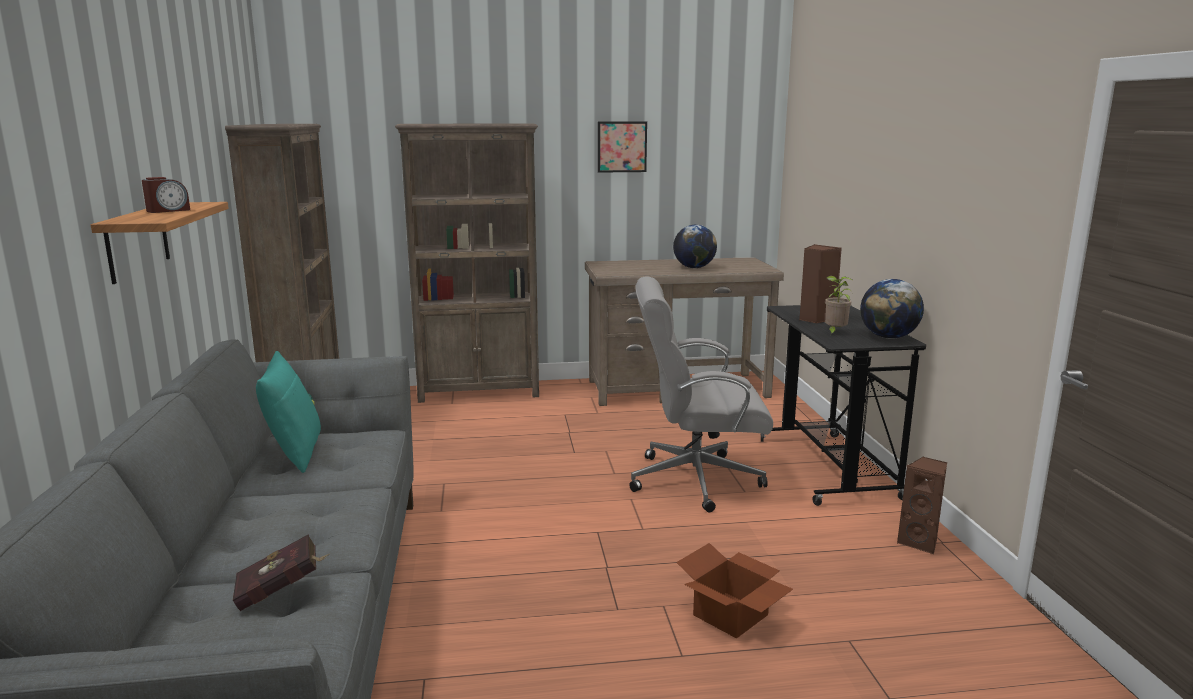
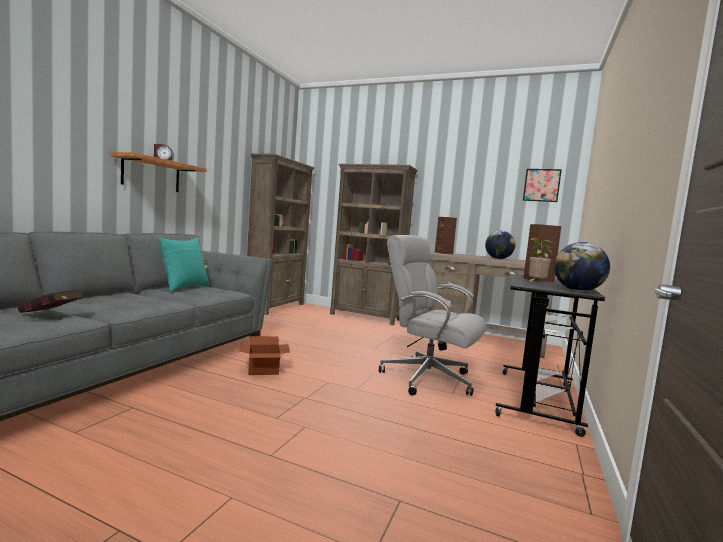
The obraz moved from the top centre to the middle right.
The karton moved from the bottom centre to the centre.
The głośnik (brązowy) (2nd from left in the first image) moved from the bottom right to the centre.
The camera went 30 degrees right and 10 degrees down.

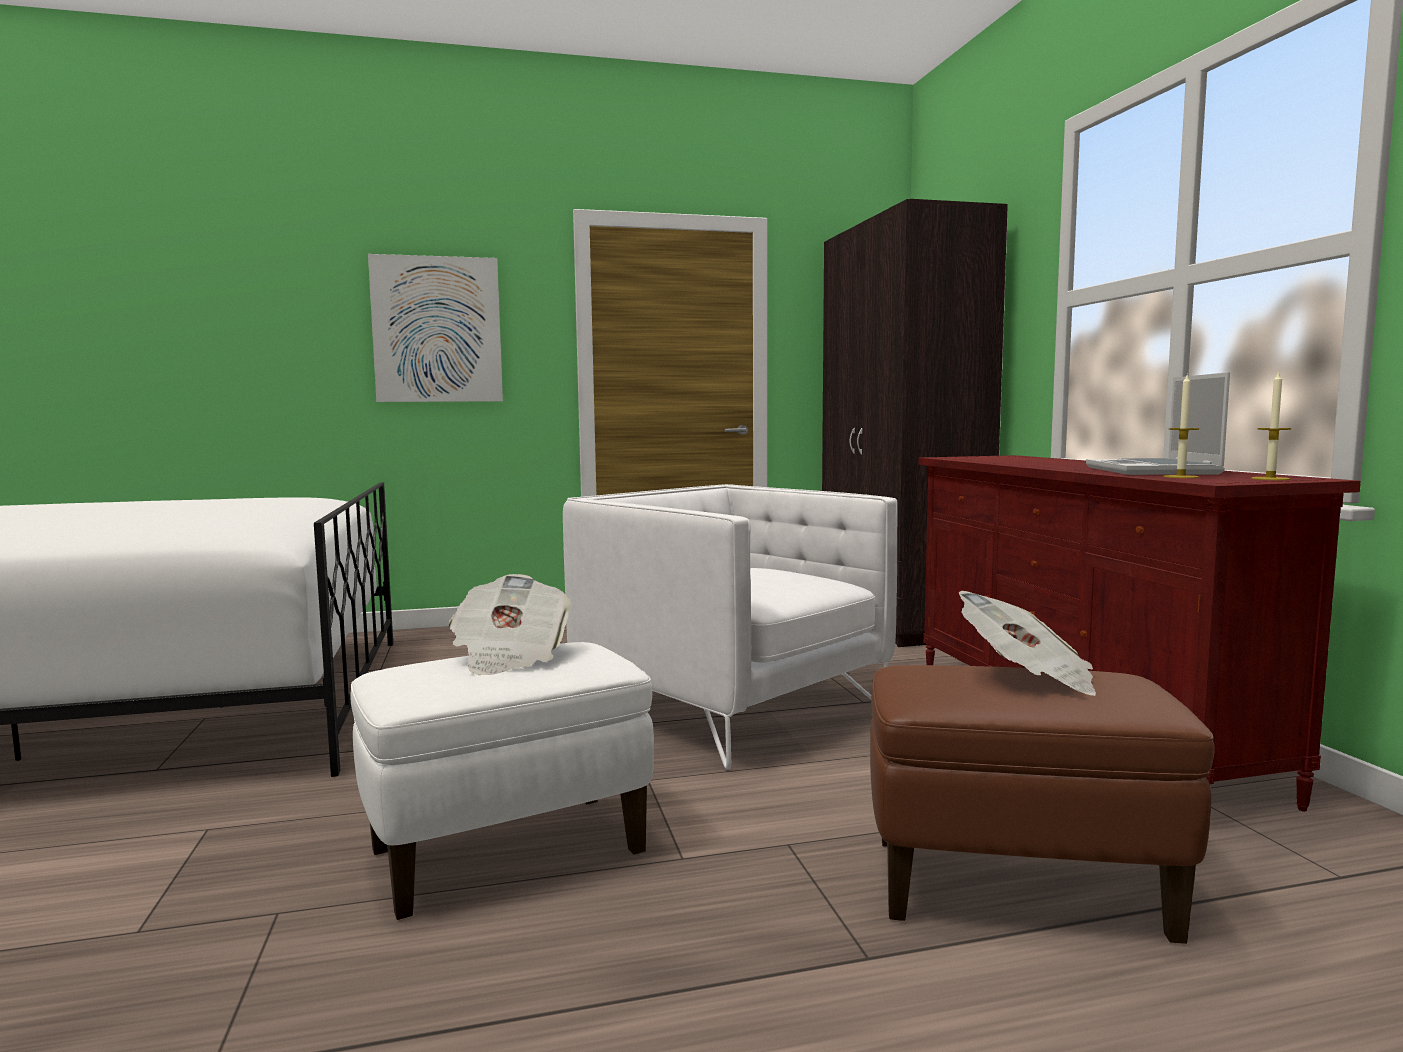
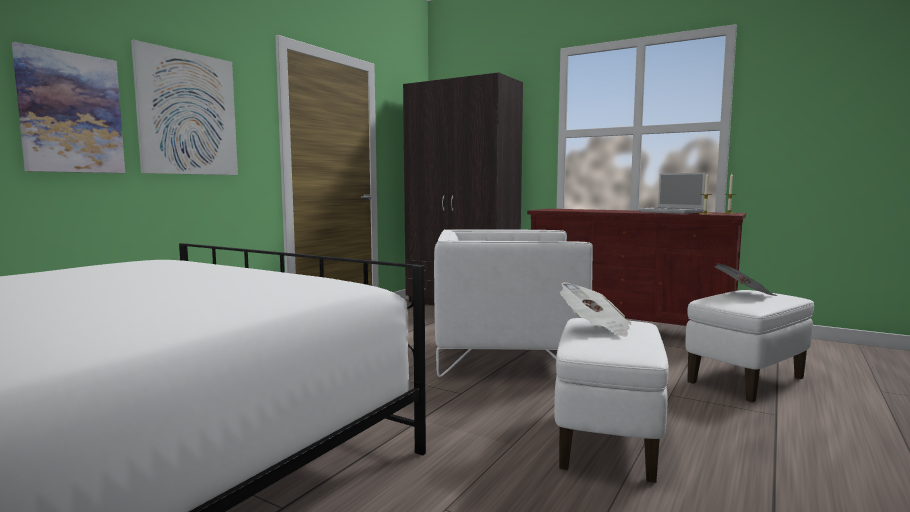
The pufa (brązowy) at the bottom right became the pufa (biały) (2nd from left) at the bottom right.
The obraz (1st from left) at the top left appeared.
The camera went 45 degrees left and 0 degrees up.

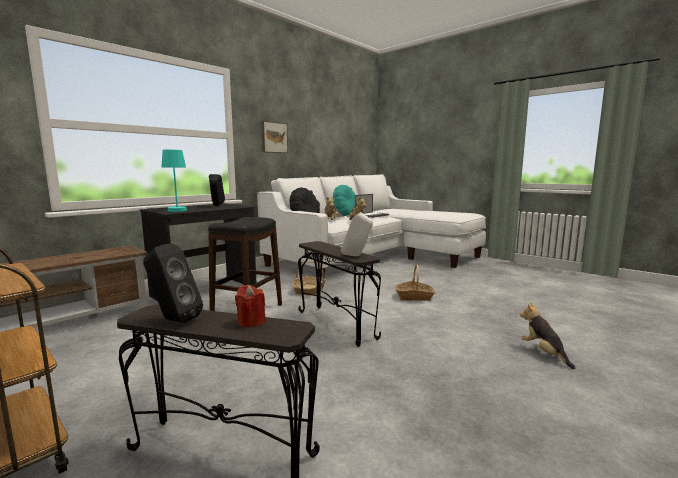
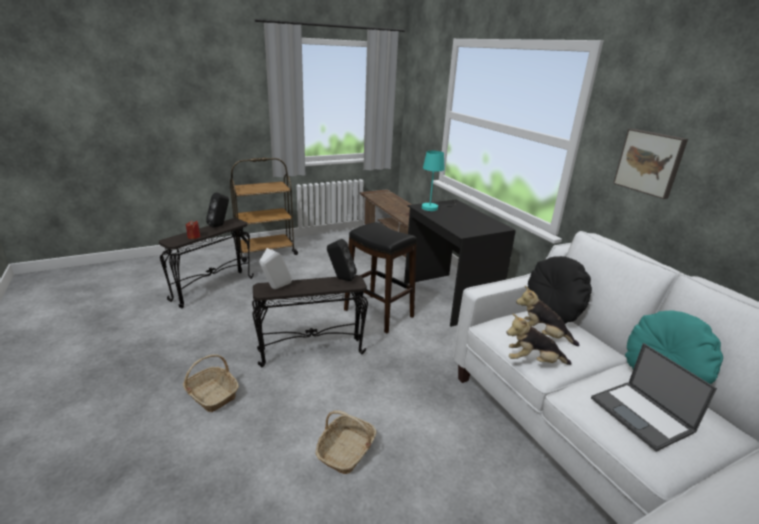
The głośnik (czarny) (2nd from left) moved from the middle left to the centre.
The koszyk (1st from left) moved from the centre to the bottom left.
The pluszak (3rd from left) at the bottom right disappeared.
The camera went 110 degrees right and 15 degrees up.

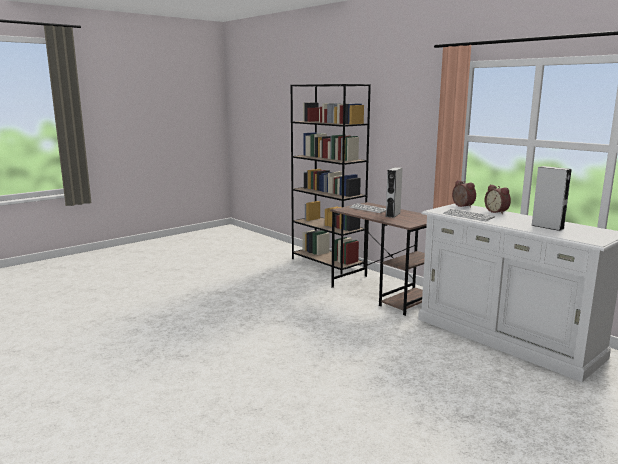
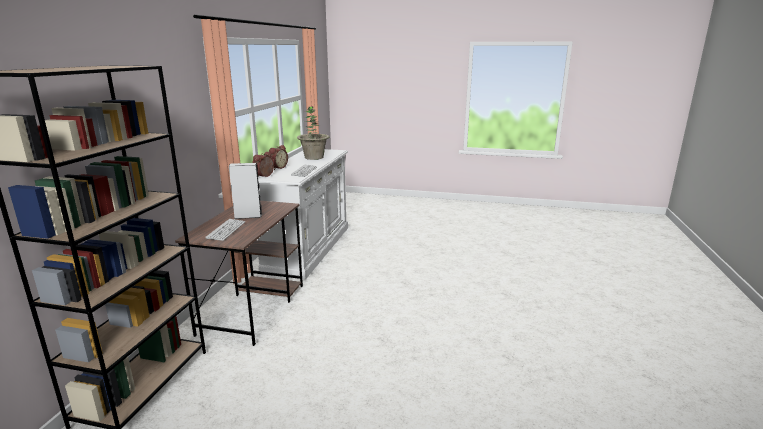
The głośnik (szary) (2nd from left) at the middle right was replaced by the roślina doniczkowa at the top centre.
The camera went 125 degrees left and 5 degrees up.

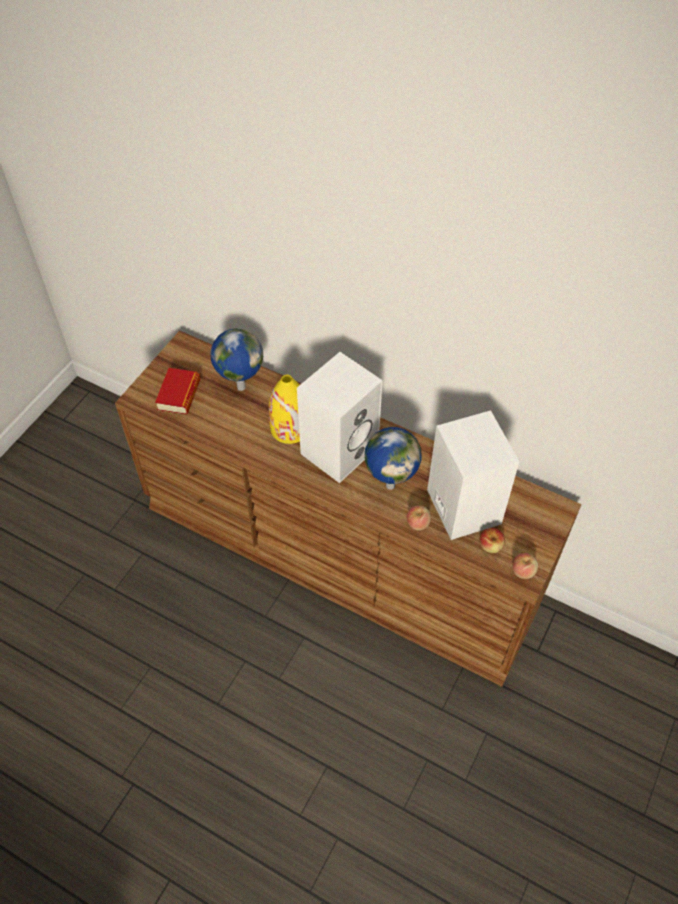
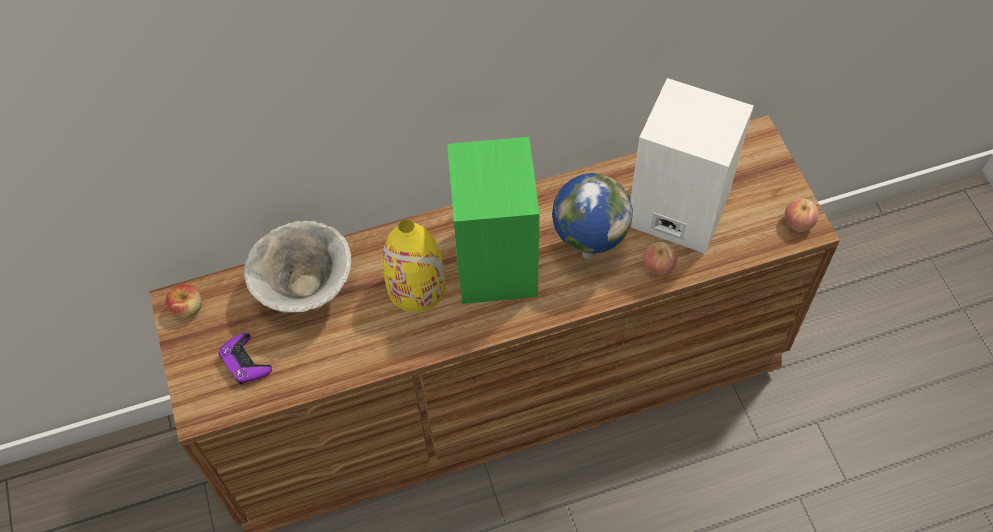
The książka at the middle left was replaced by the pad do gier (fioletowy) at the bottom left.
The globus (1st from left) at the centre was replaced by the miska at the middle left.
The głośnik (biały) (1st from left) at the centre became the głośnik (zielony) at the centre.
The jabłko (2nd from left in the first image) moved from the middle right to the middle left.
The camera went 45 degrees left and 5 degrees up.

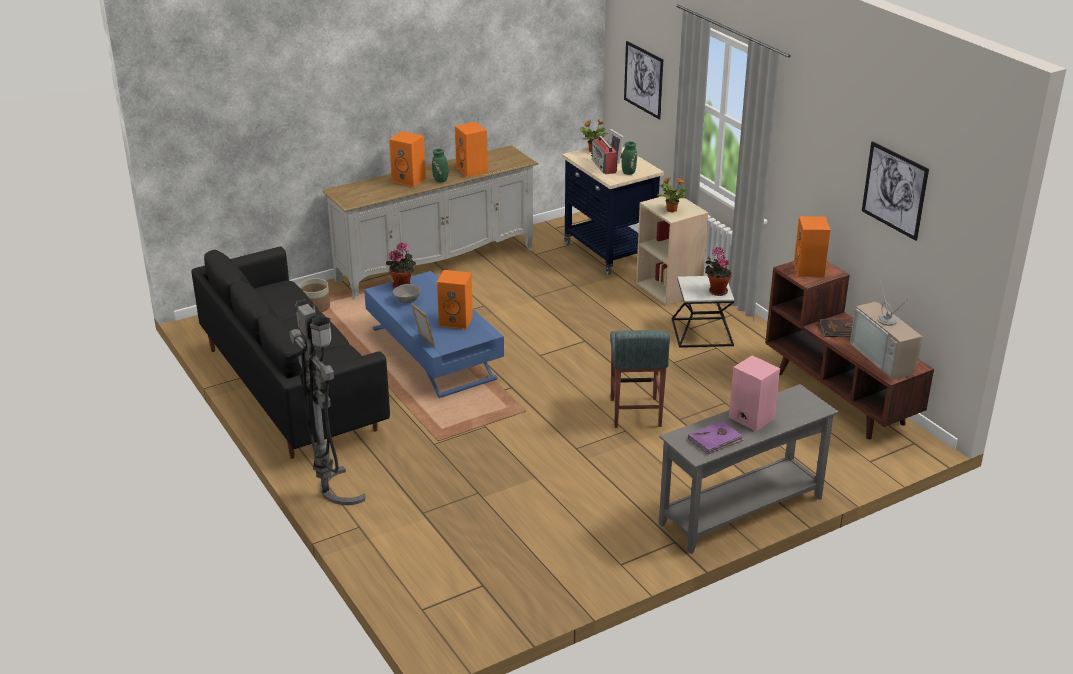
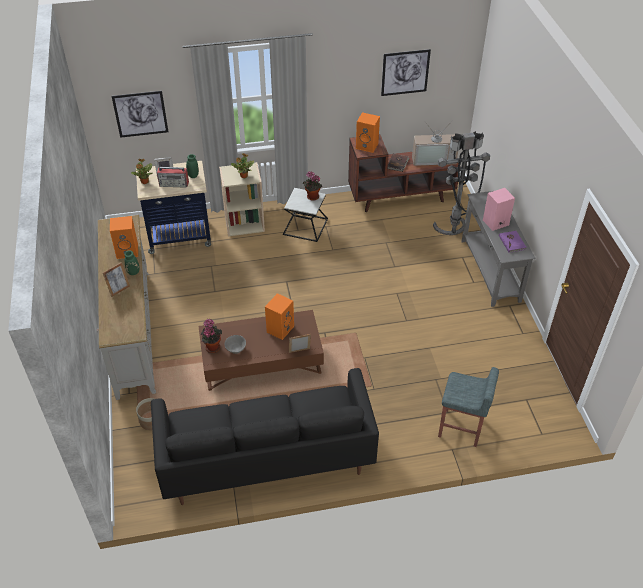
The lampa stojąca (szary) moved from the middle left to the top right.
The ława (niebieski) at the centre became the ława (brązowy) at the centre.
The głośnik (pomarańczowy) (1st from left) at the top centre was replaced by the ramka na zdjęcie (1st from left) at the middle left.
The stołek (szary) moved from the centre to the bottom right.
The camera went 70 degrees left and 15 degrees up.

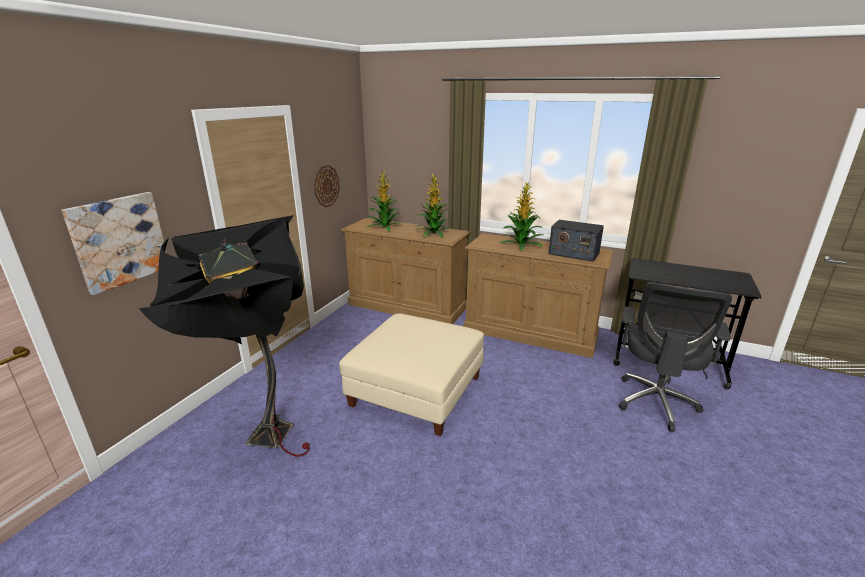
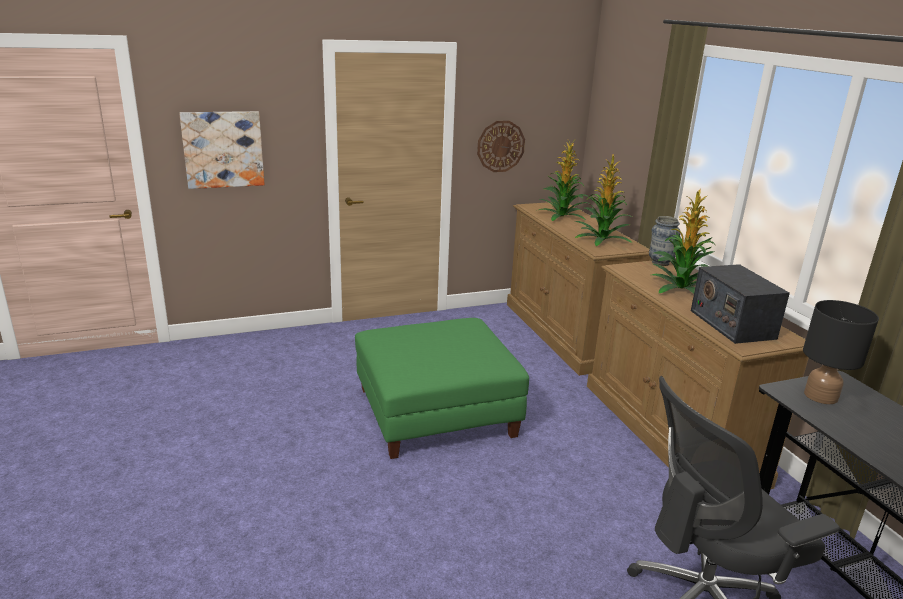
The lampa stojąca (czarny) at the middle left disappeared.
The pufa (beżowy) at the centre became the pufa (zielony) at the centre.
The wazon at the middle right appeared.
The lampa stołowa (czarny) at the middle right appeared.
The camera went 45 degrees right and 0 degrees up.

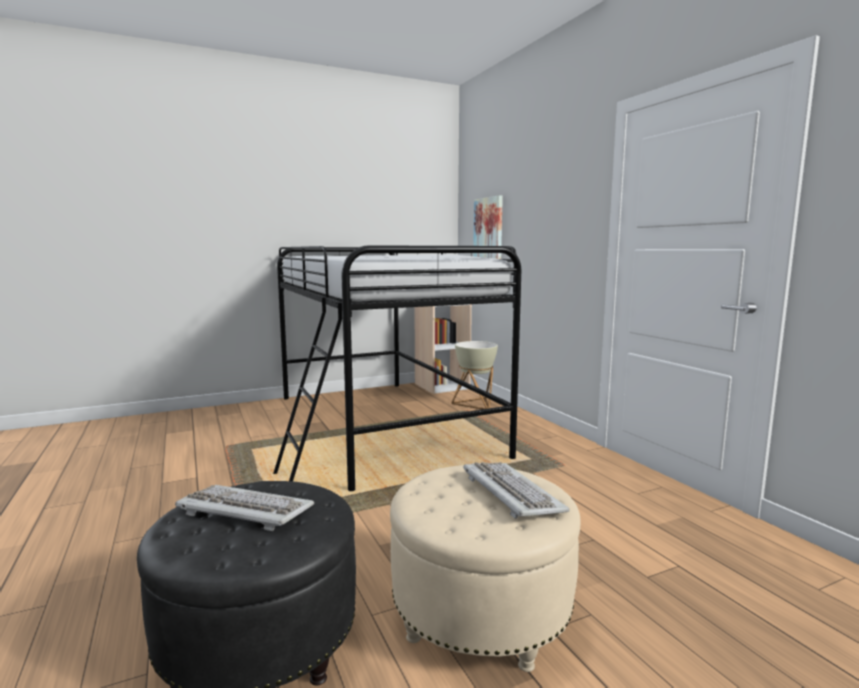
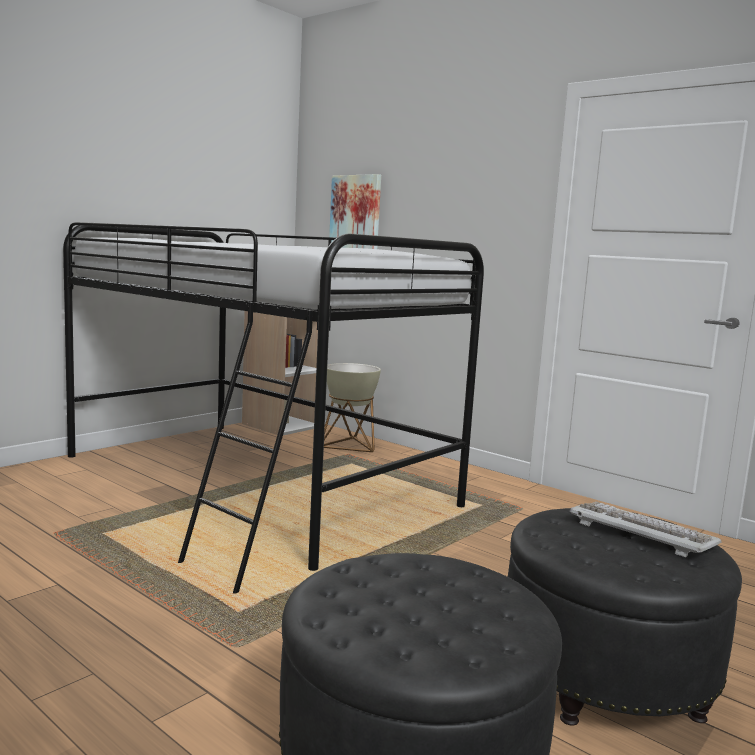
The klawiatura (1st from left) at the bottom left disappeared.
The pufa (beżowy) at the bottom centre became the pufa (czarny) (2nd from left) at the bottom right.
The camera went 25 degrees left and 0 degrees up.

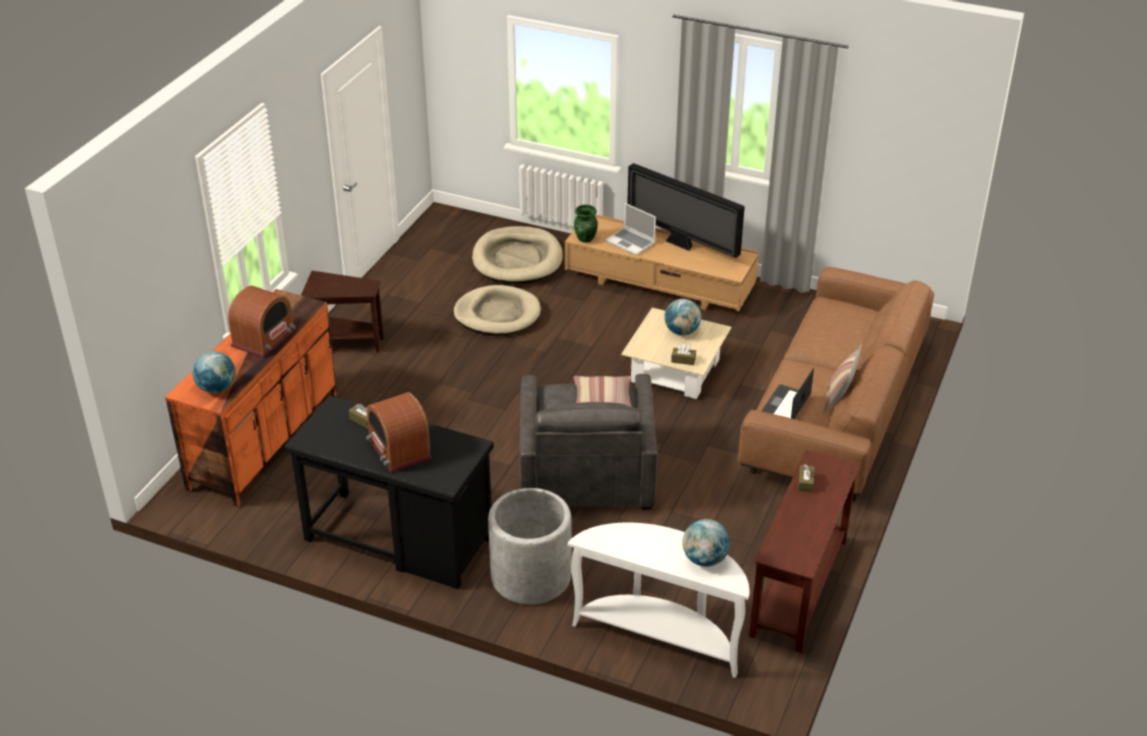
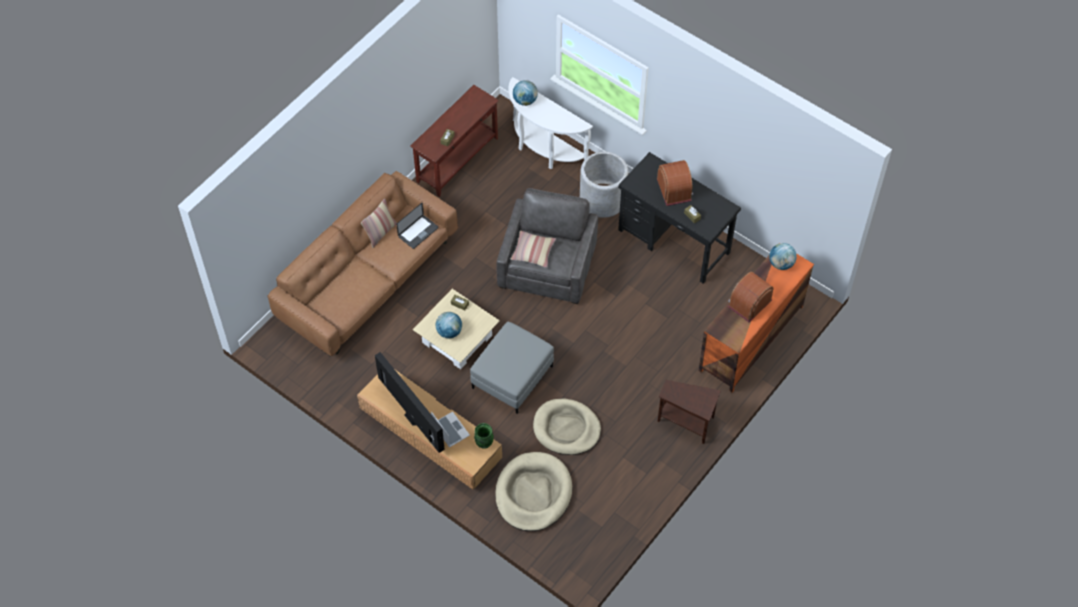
The pufa (szary) at the centre appeared.
The camera went 165 degrees left and 20 degrees up.

